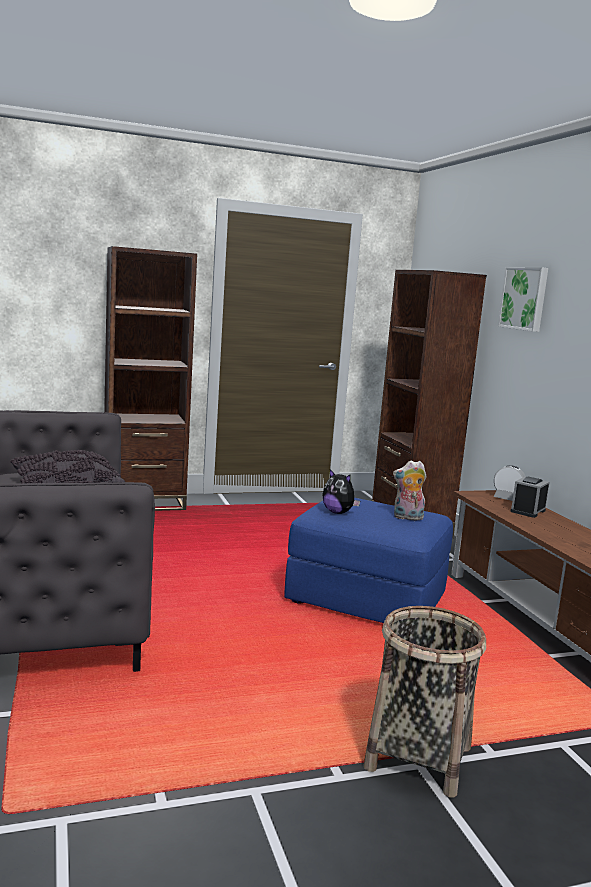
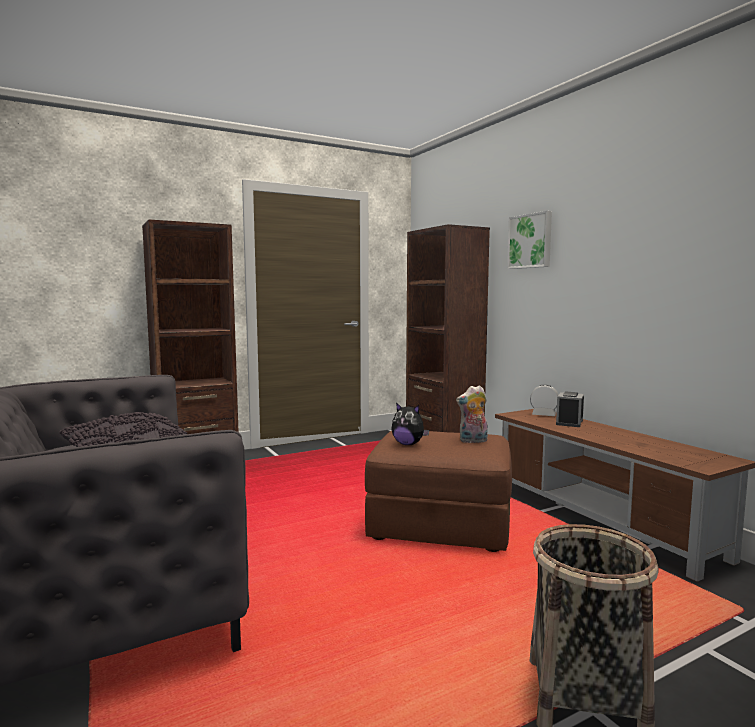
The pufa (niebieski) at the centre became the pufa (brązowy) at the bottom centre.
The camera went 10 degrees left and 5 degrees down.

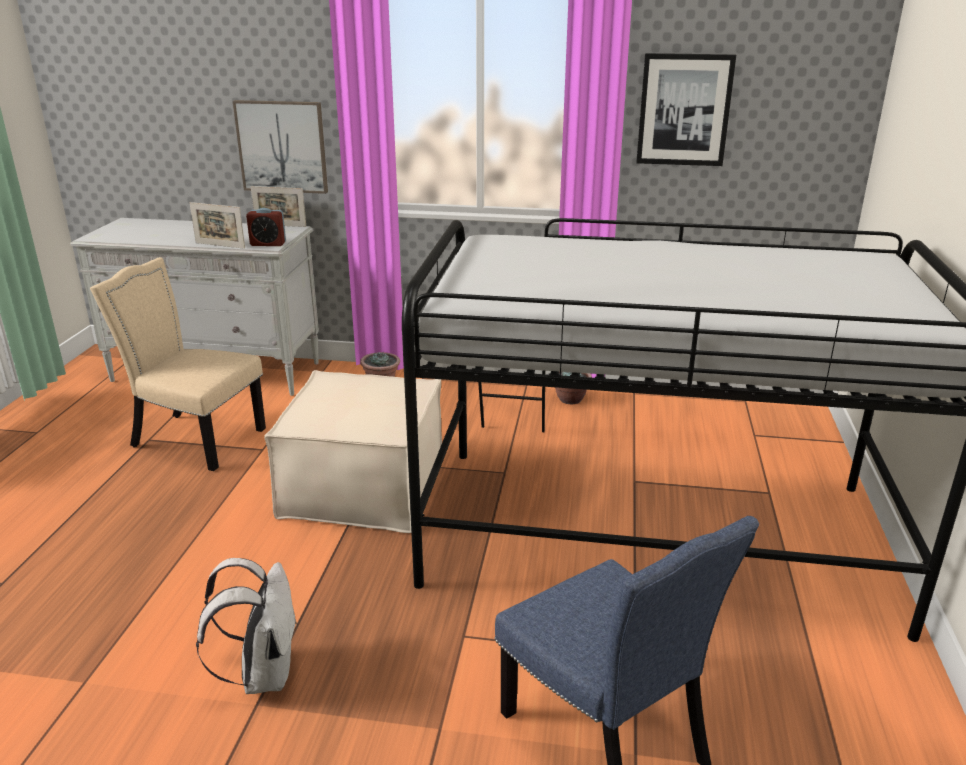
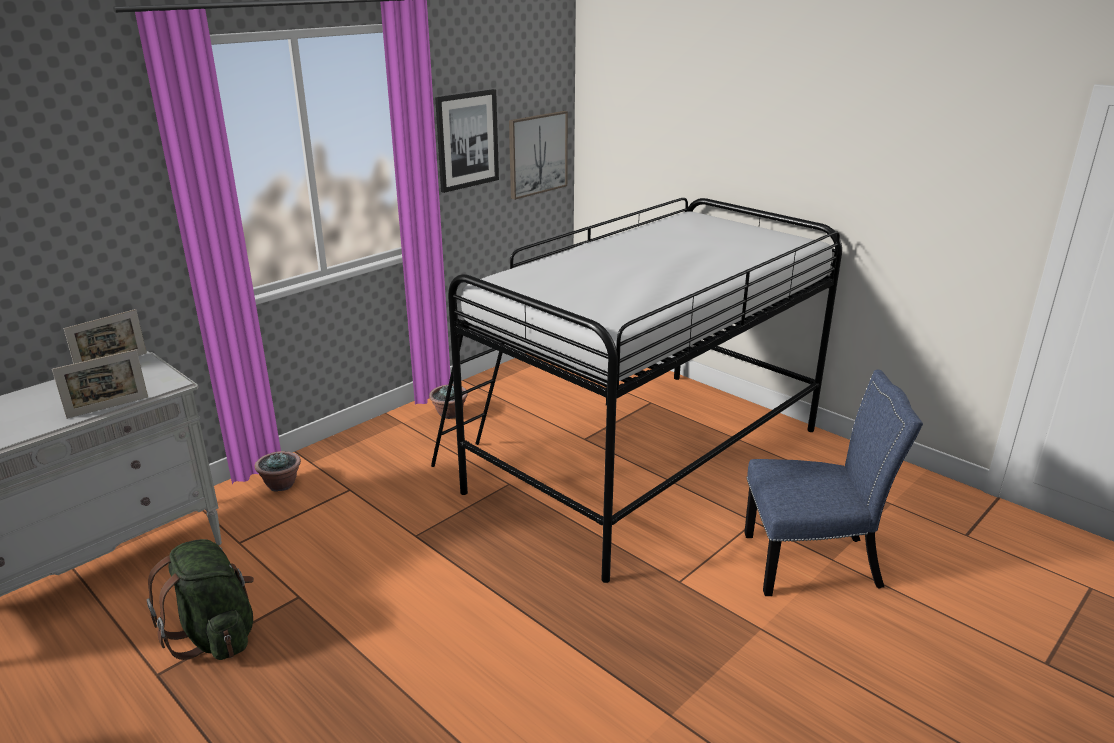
The krzesło (beżowy) at the middle left was replaced by the plecak (zielony) at the bottom left.
The plecak (biały) at the bottom left disappeared.
The obraz (1st from left in the first image) moved from the top left to the top centre.
The budzik at the top left disappeared.
The pufa (beżowy) at the centre disappeared.
The camera went 55 degrees left and 0 degrees up.

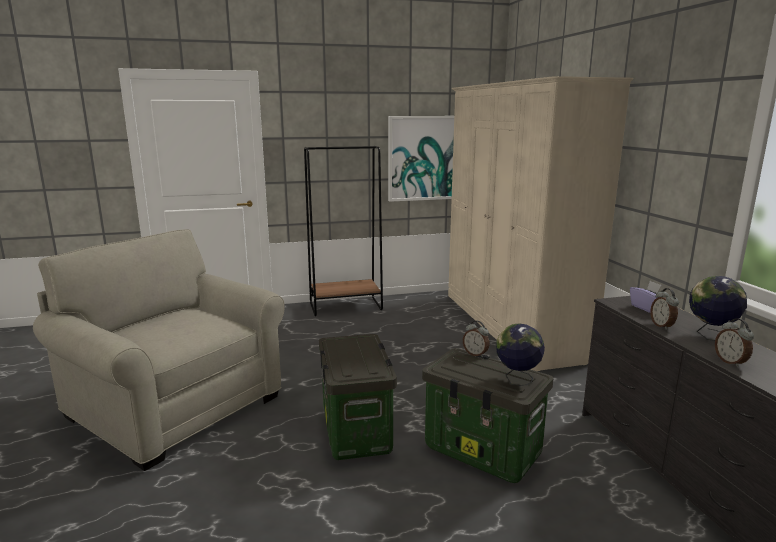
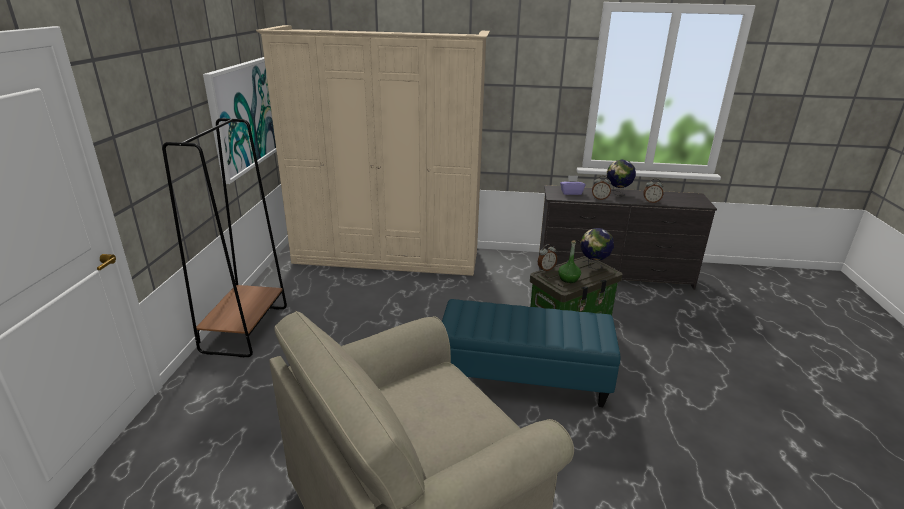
The pojemnik do przechowywania (1st from left) at the bottom centre was replaced by the pufa (niebieski) at the bottom centre.
The butelka (zielony) at the centre appeared.
The camera went 70 degrees left and 10 degrees up.

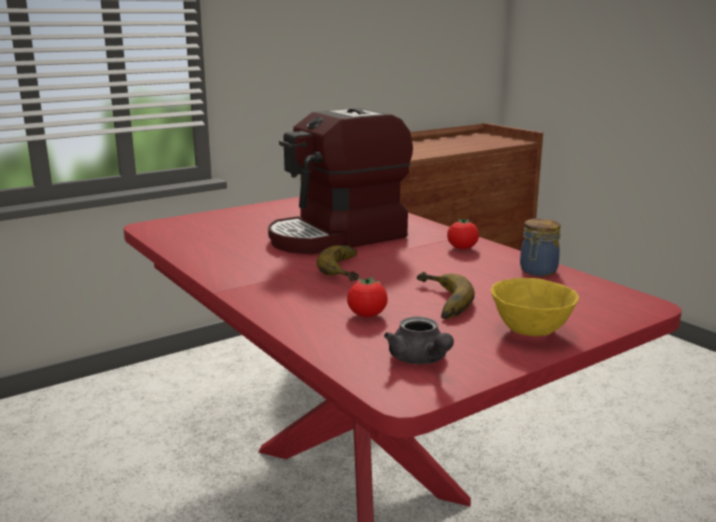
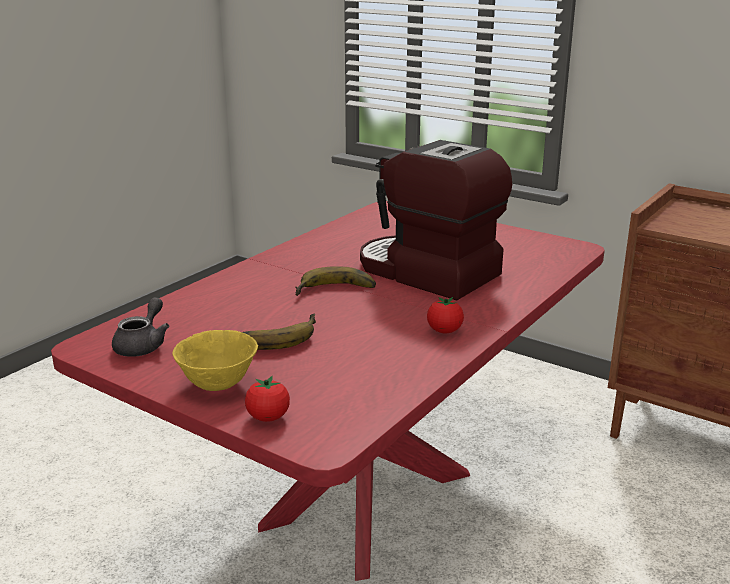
The pomidor (1st from left) moved from the centre to the bottom centre.
The imbryk (szary) at the centre turned 150 degrees clockwise.
The słoik at the middle right disappeared.
The camera went 70 degrees right and 5 degrees up.

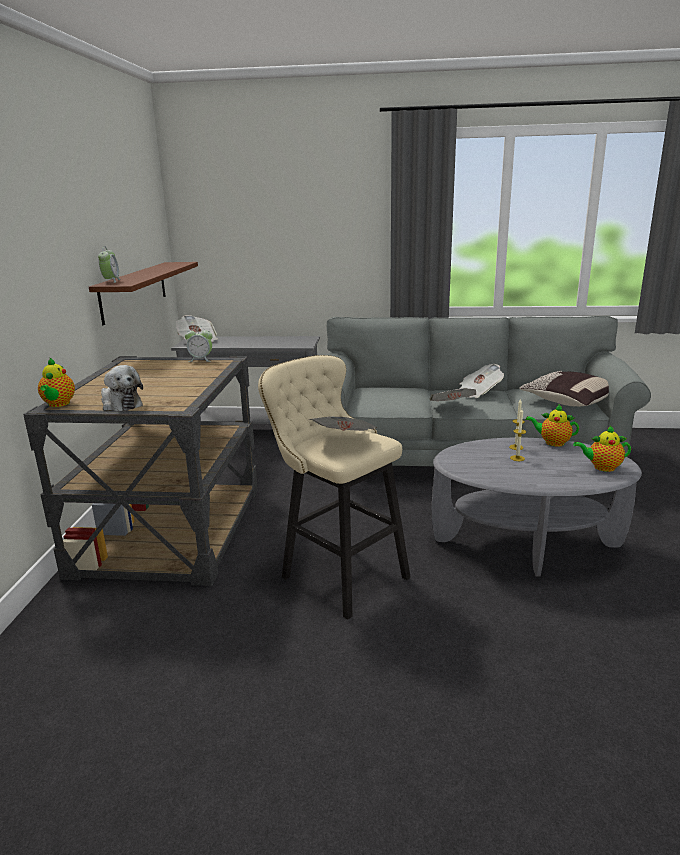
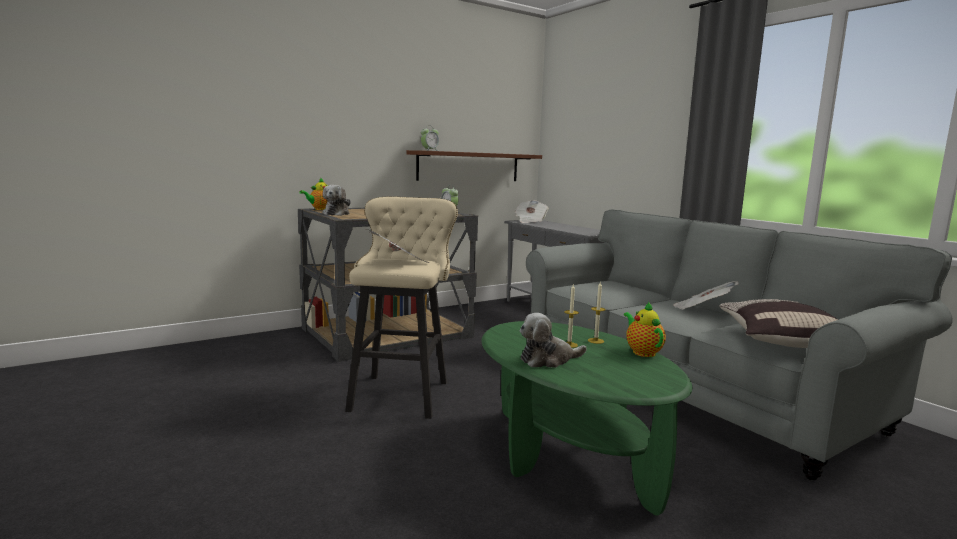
The gazeta (3rd from left) at the centre disappeared.
The ława (szary) at the middle right became the ława (zielony) at the bottom centre.
The imbryk (3rd from left) at the middle right disappeared.
The pluszak (2nd from left) at the centre appeared.
The camera went 50 degrees right and 10 degrees down.

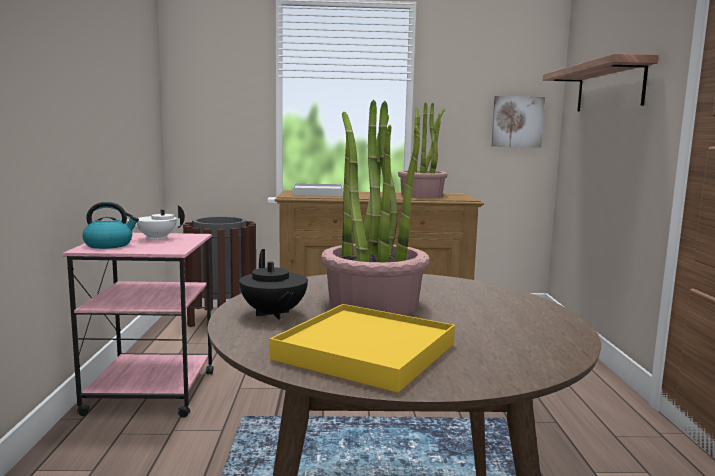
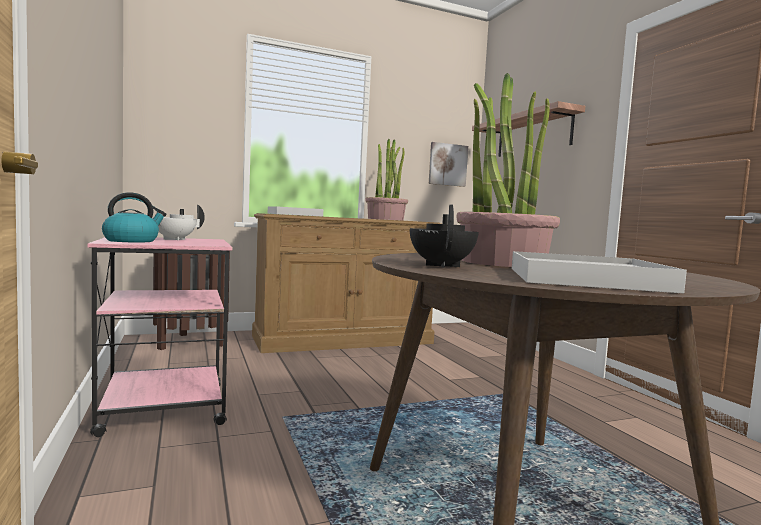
The imbryk (czarny) at the centre turned 135 degrees counterclockwise.
The taca (żółty) at the bottom centre became the taca (biały) (2nd from left) at the middle right.
The camera went 20 degrees left and 5 degrees down.

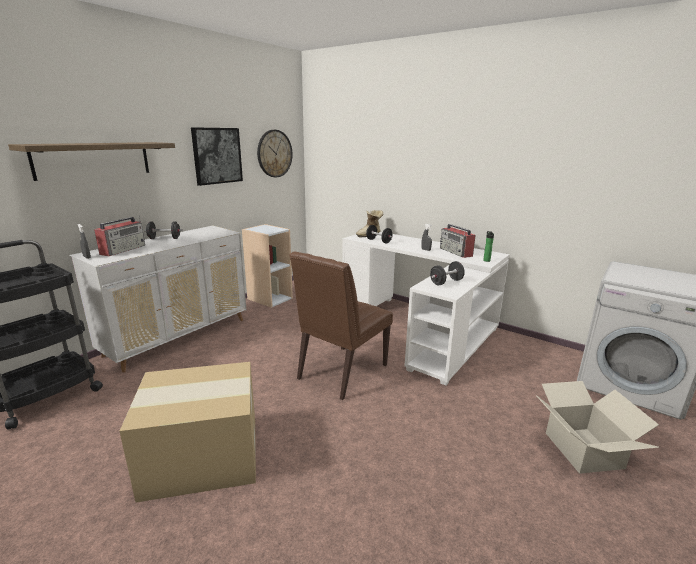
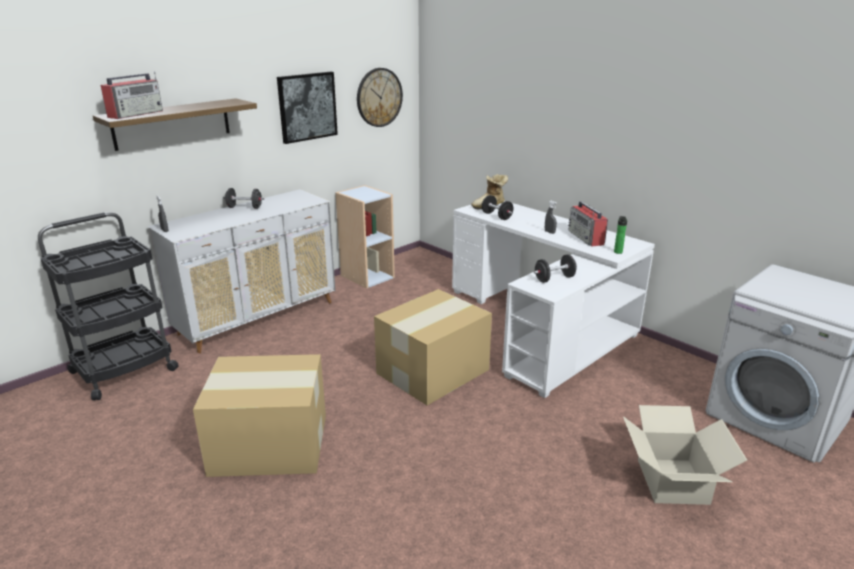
The radio (1st from left) moved from the middle left to the top left.
The krzesło (brązowy) at the centre was replaced by the karton (2nd from left) at the centre.
The camera went 10 degrees right and 5 degrees up.

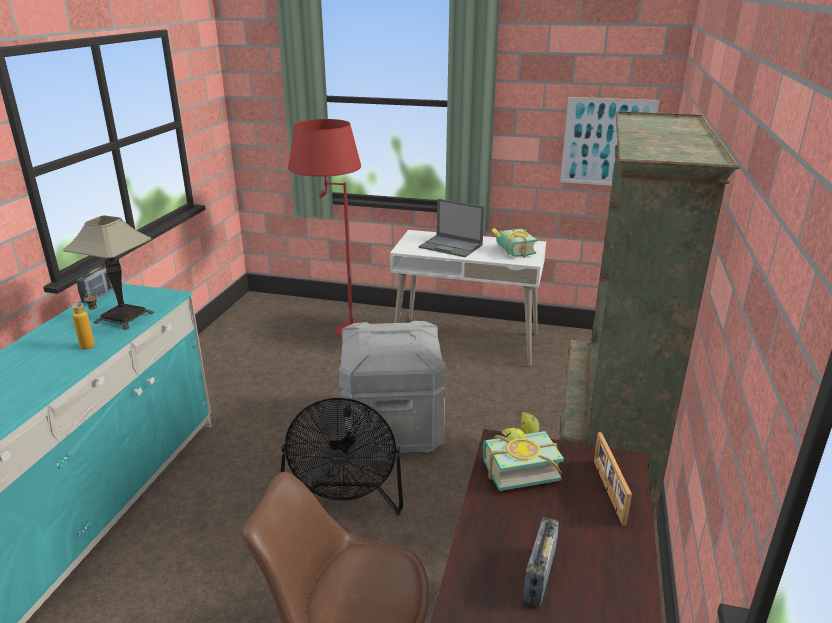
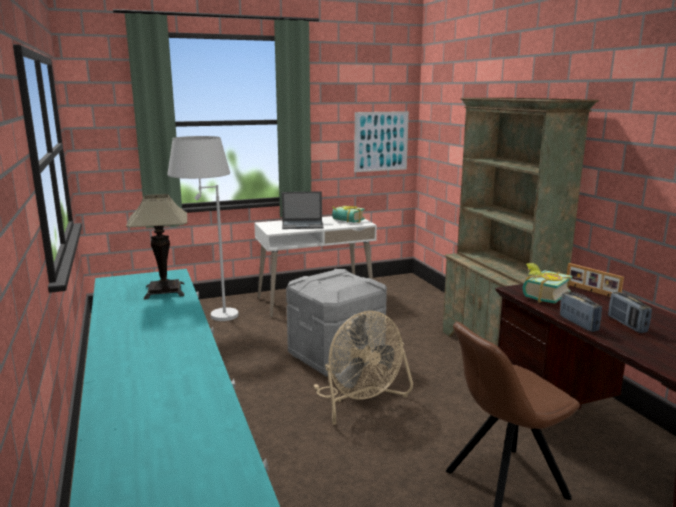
The butelka at the middle left disappeared.
The radio (1st from left) moved from the middle left to the middle right.
The wentylator (czarny) at the bottom centre became the wentylator (beżowy) at the bottom centre.
The lampa stojąca (czerwony) at the centre became the lampa stojąca (biały) at the middle left.
The camera went 35 degrees left and 10 degrees down.

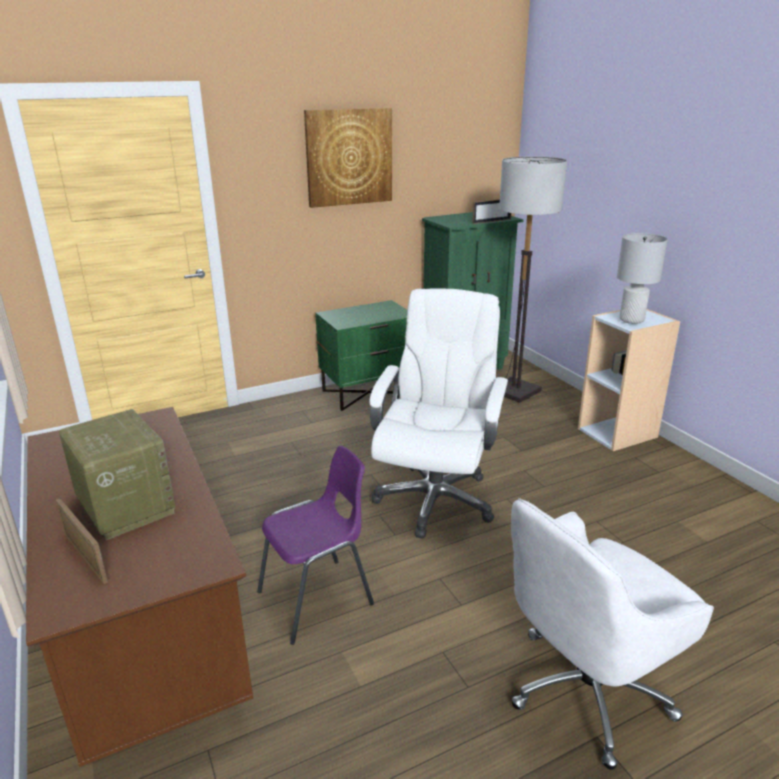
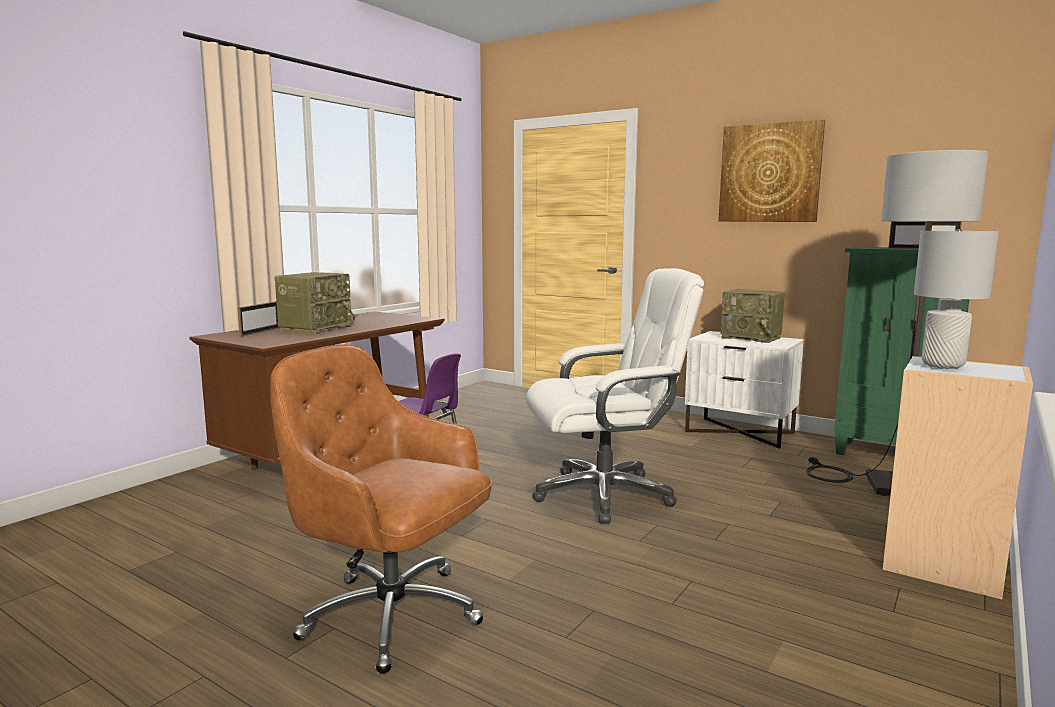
The szafka nocna (zielony) at the centre became the szafka nocna (biały) at the middle right.
The krzesło biurowe (biały) (2nd from left) at the bottom right became the krzesło biurowe (brązowy) at the bottom centre.
The radio (2nd from left) at the middle right appeared.
The camera went 60 degrees right and 15 degrees down.

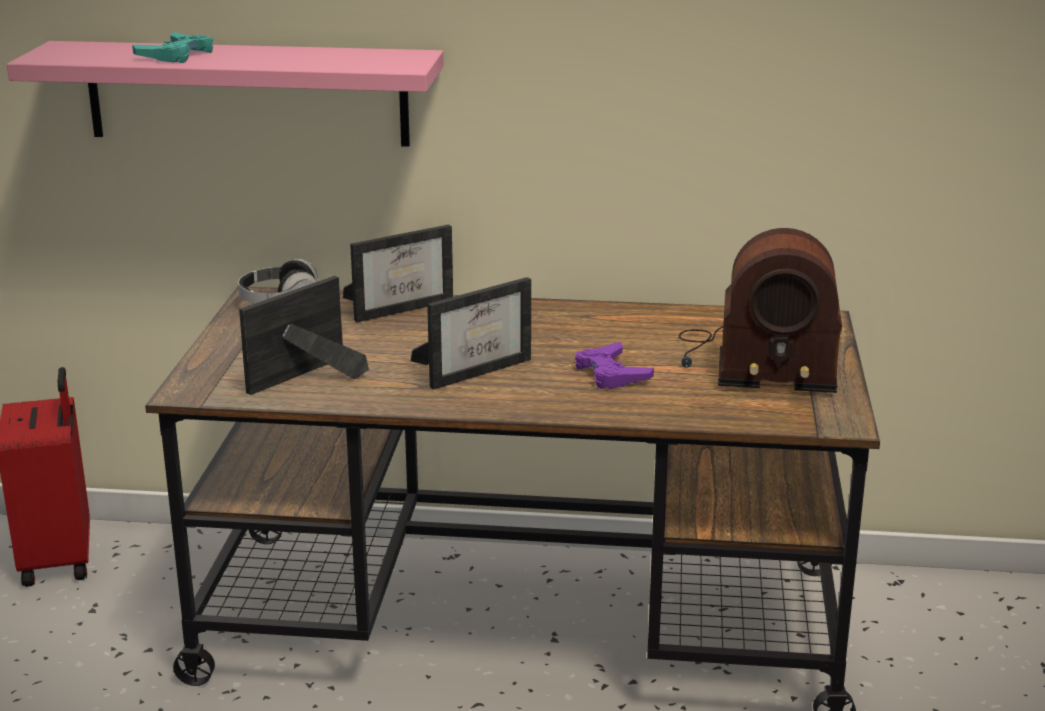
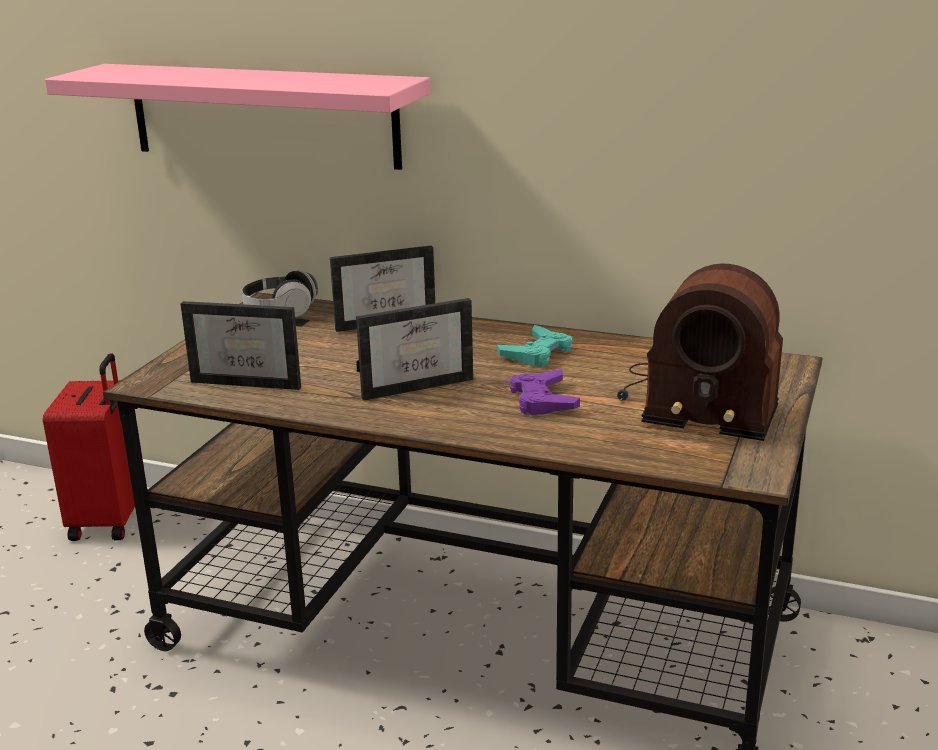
The pad do gier (turkusowy) moved from the top left to the centre.
The ramka na zdjęcie (1st from left) at the middle left turned 135 degrees counterclockwise.
The camera went 15 degrees right and 0 degrees up.

